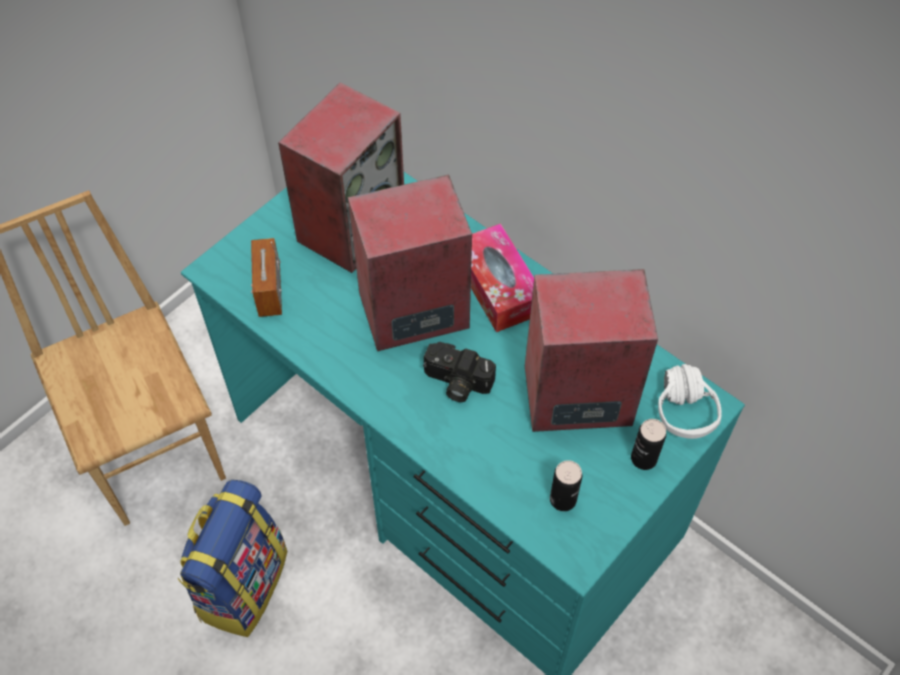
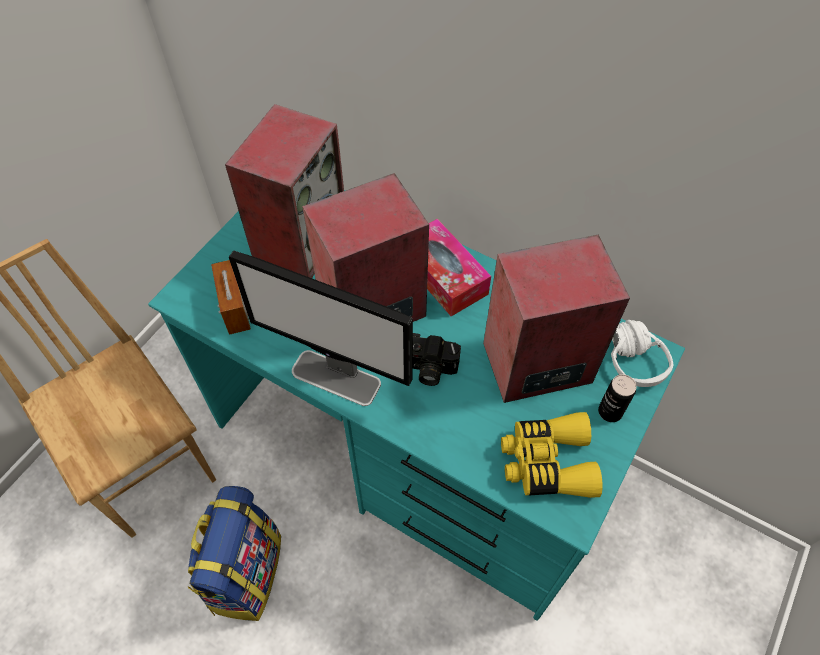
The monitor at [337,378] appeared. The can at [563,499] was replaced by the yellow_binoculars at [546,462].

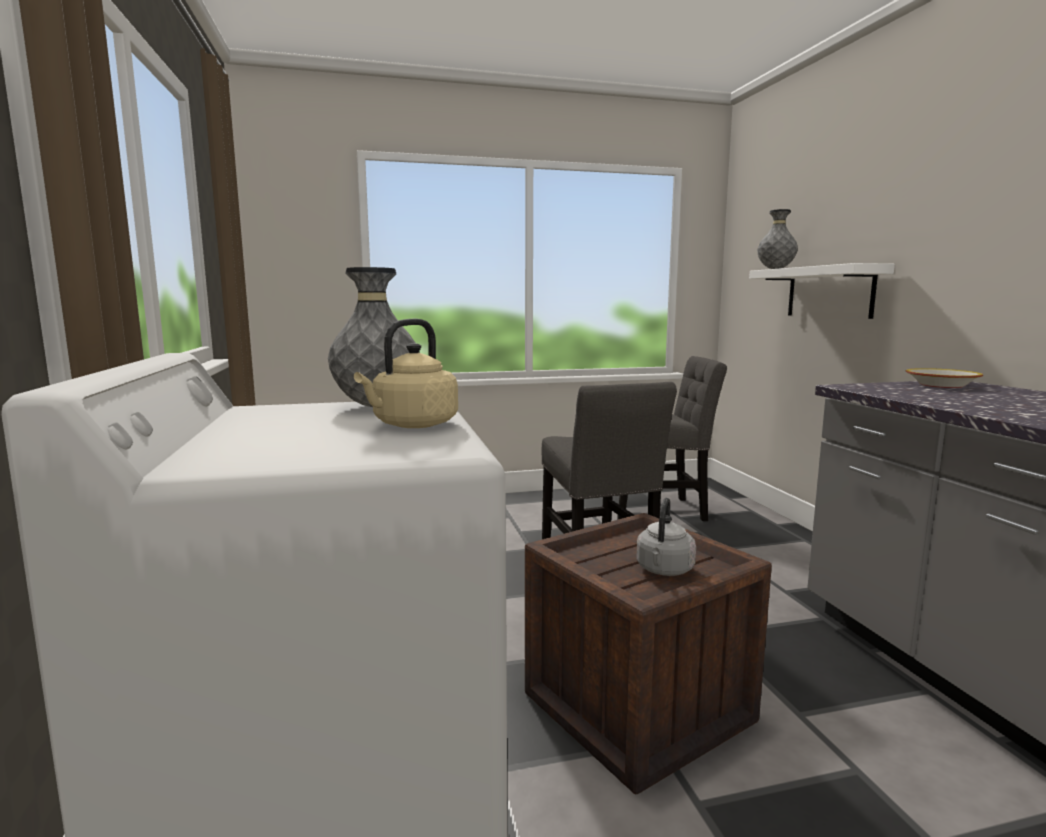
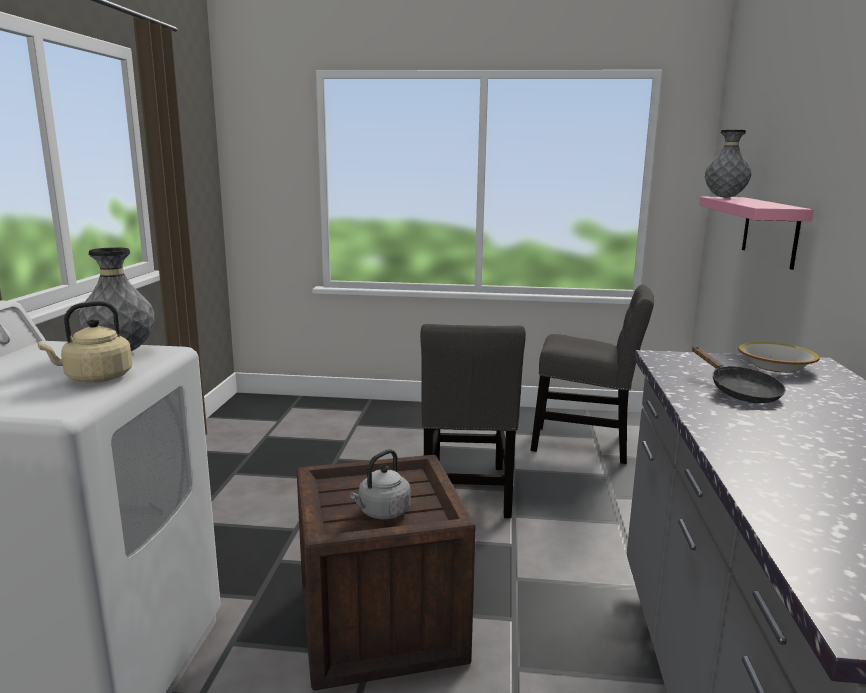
The black_frying_pan at [739,391] appeared. The white_shelf at [829,292] became the pink_shelf at [770,230].

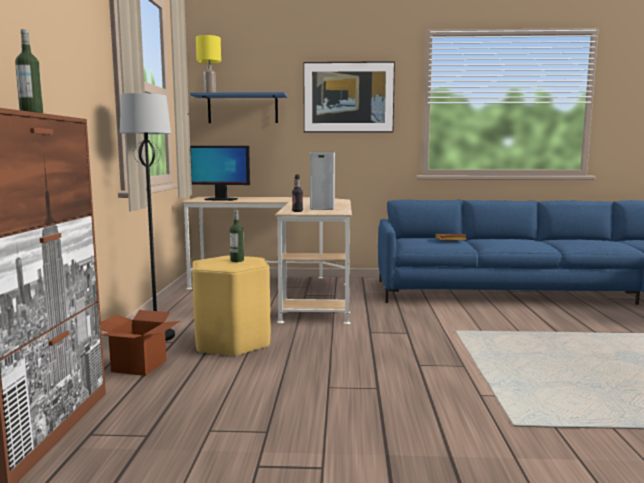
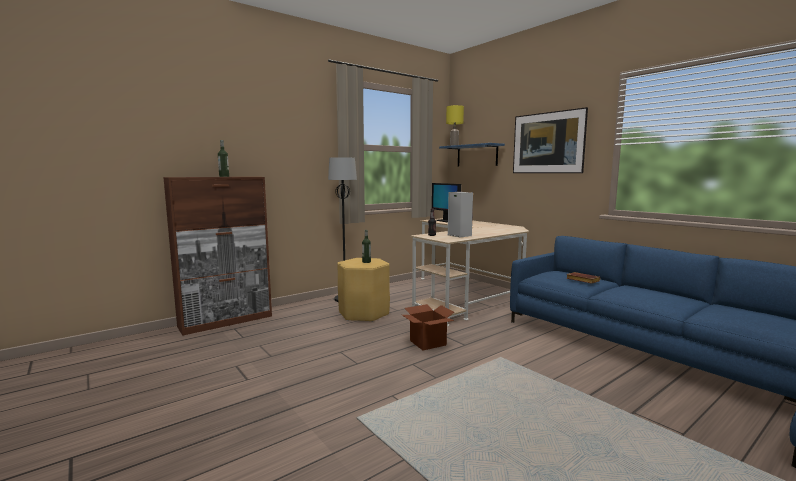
The cardboard_box moved from [139,366] to [428,343].

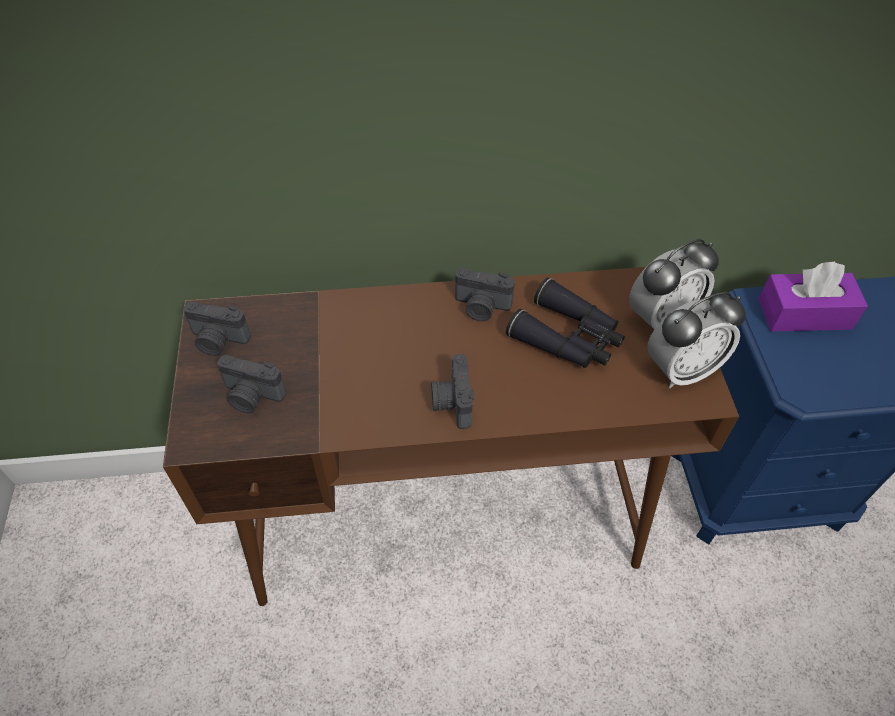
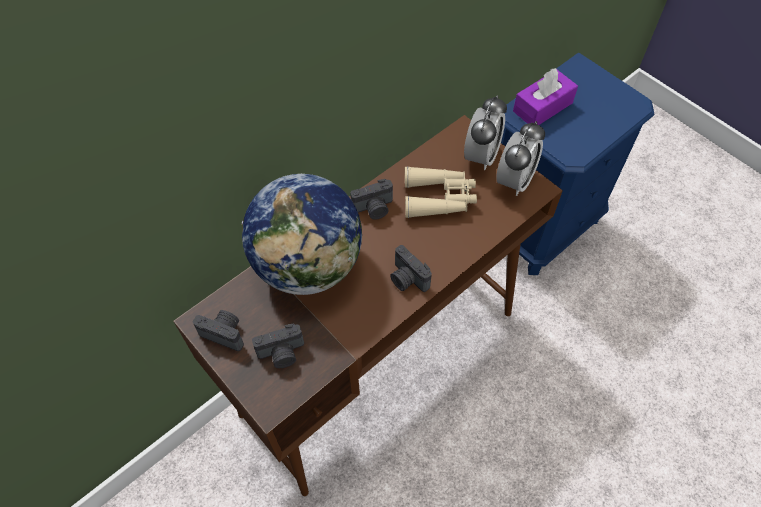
The globe at [309,265] appeared. The black_binoculars at [568,337] became the beige_binoculars at [439,198]. The photo_camera at [218,341] turned 135 degrees counterclockwise.

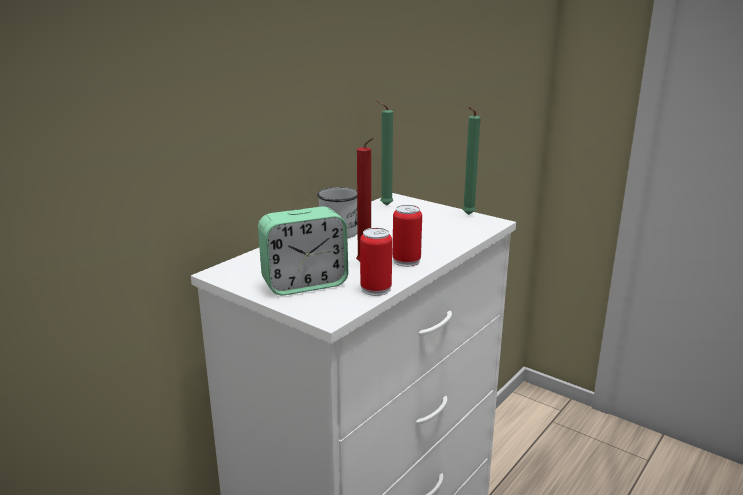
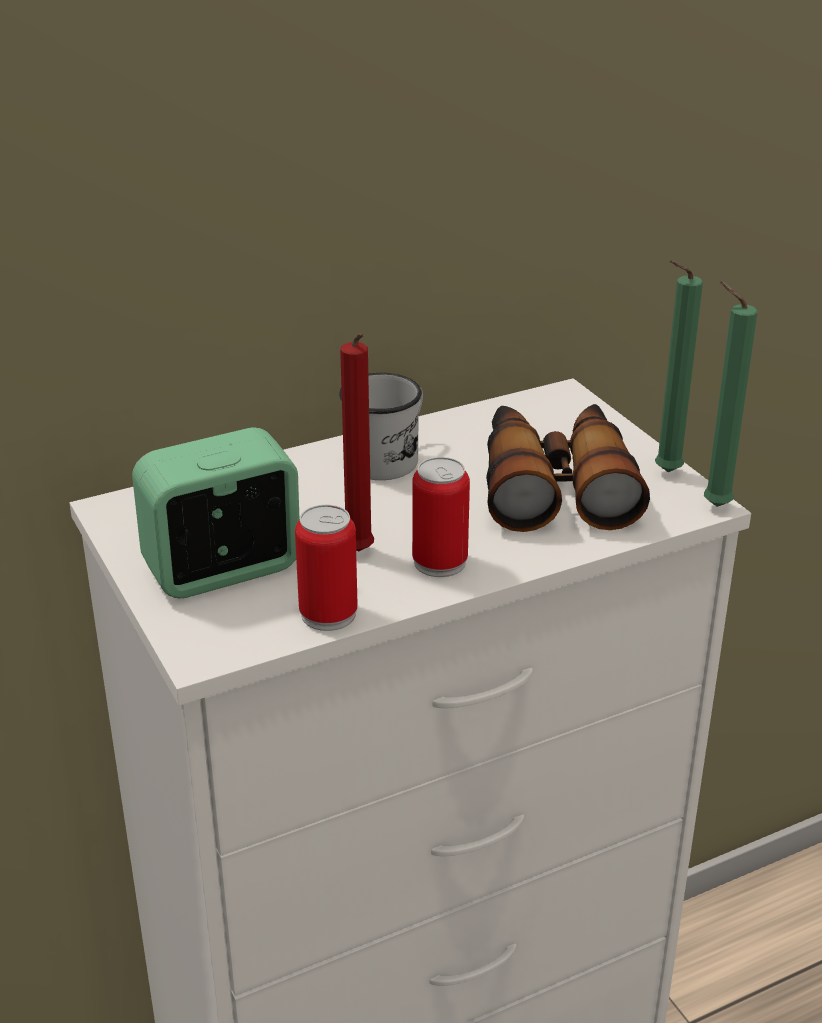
The binoculars at [556,485] appeared. The green_candle moved from [384,205] to [712,505]. The alarm_clock at [304,284] turned 150 degrees clockwise.

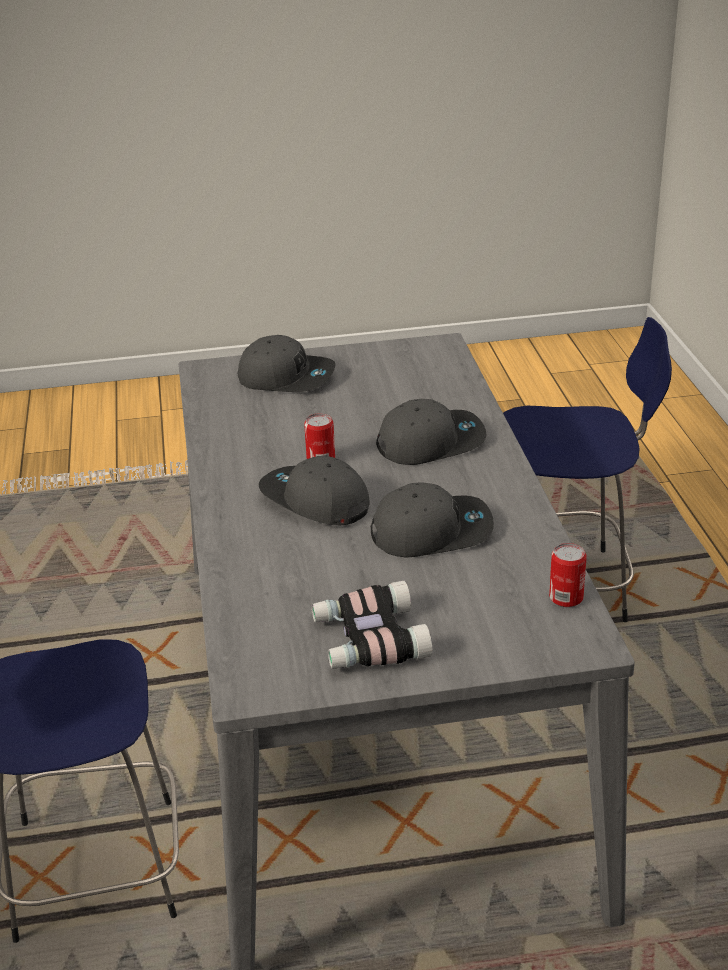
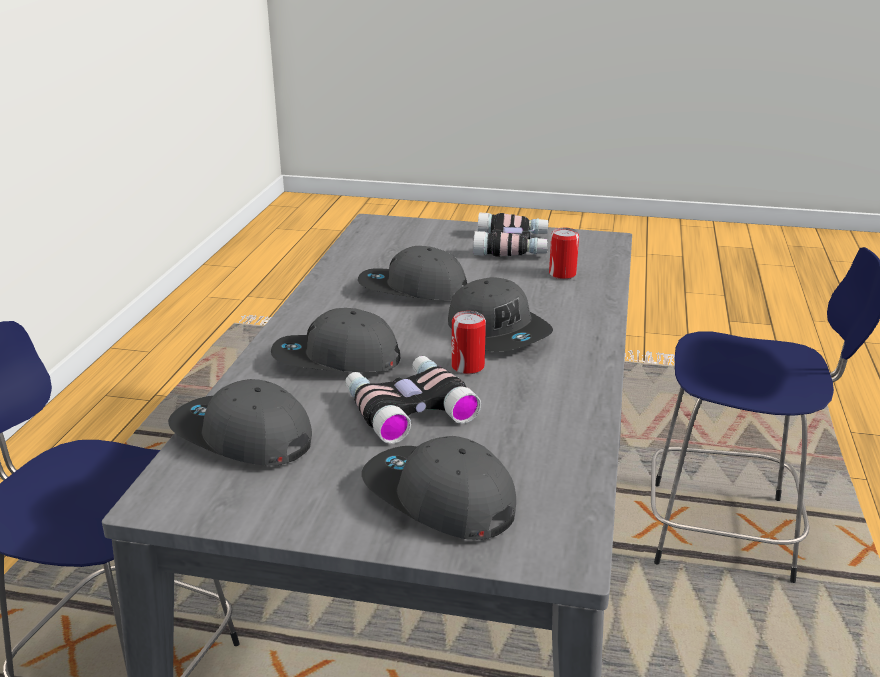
The grey_cap at [241,437] appeared. The binoculars at [408,408] appeared. The can moved from [566,597] to [562,274].

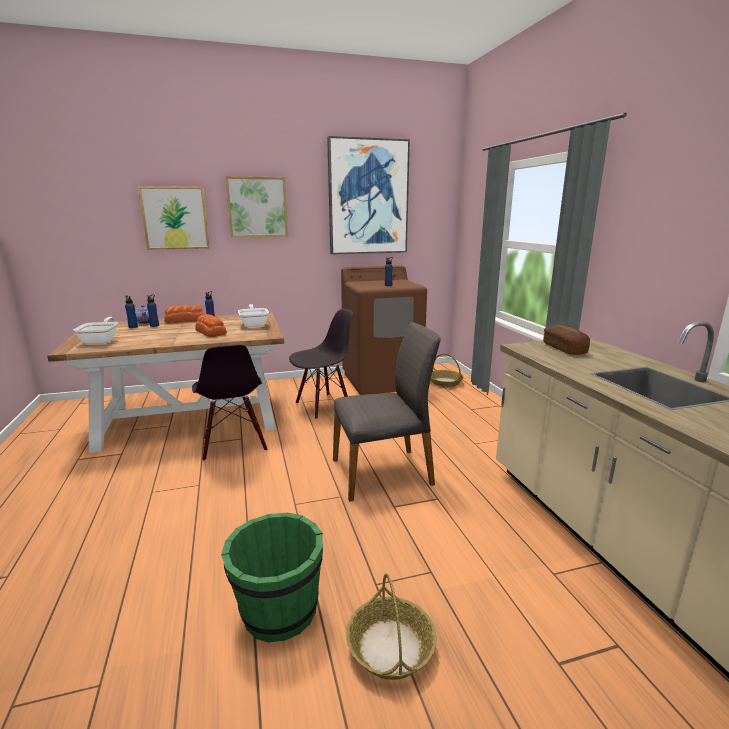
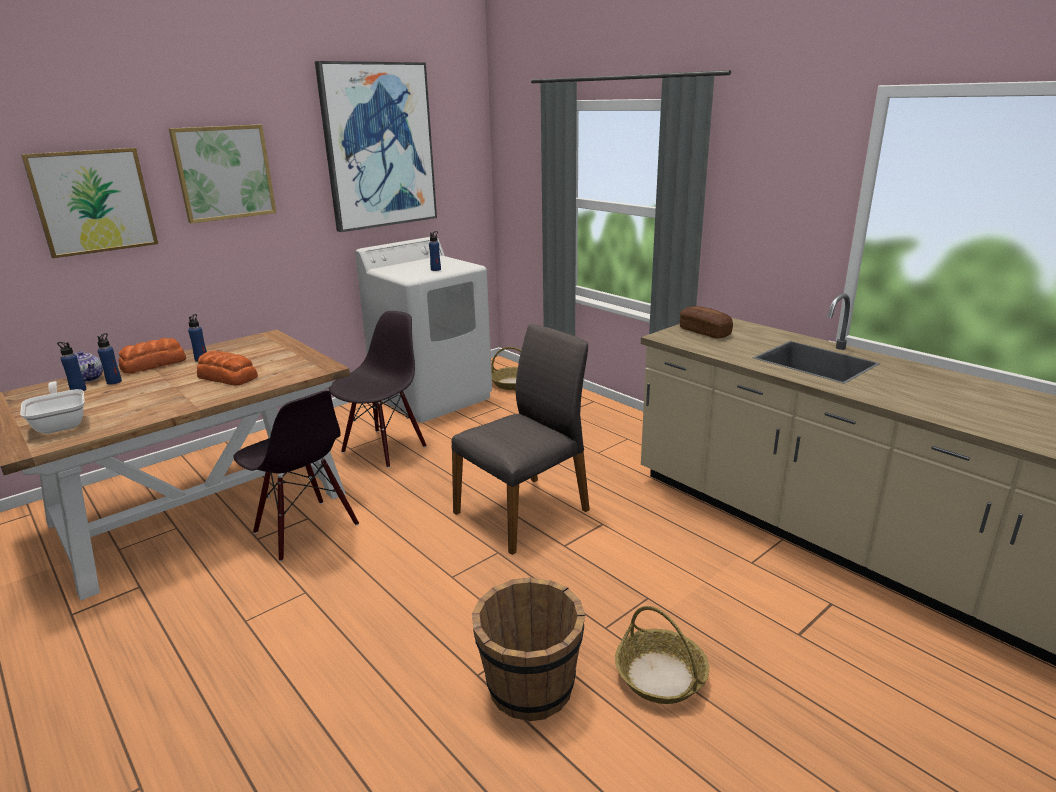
The frying_pan at [254,325] disappeared. The green_bucket at [278,611] became the brown_bucket at [530,688]. The brown_washing_machine at [382,380] became the white_washing_machine at [433,397].

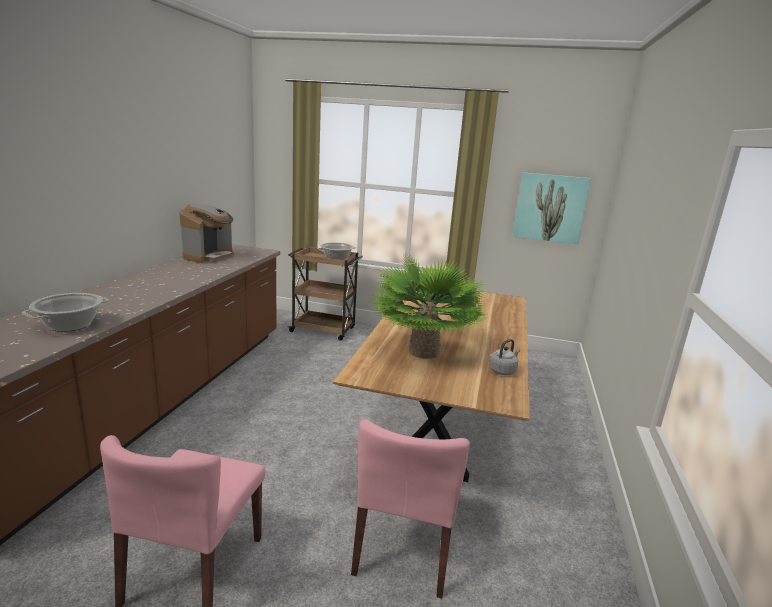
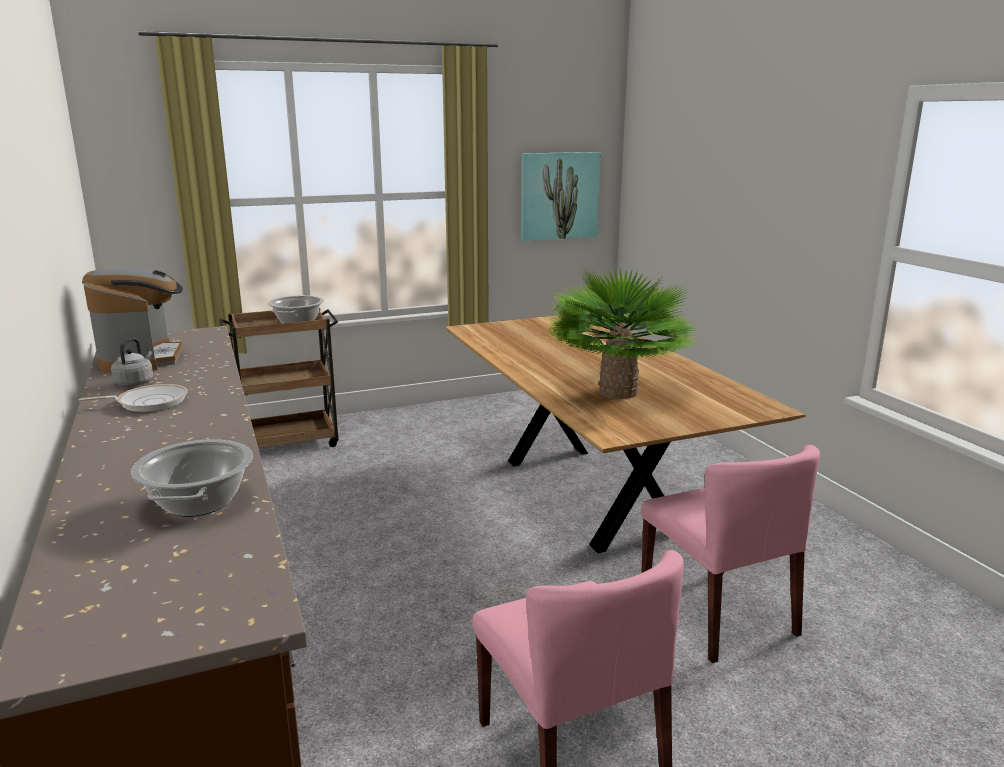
The frying_pan at [148,402] appeared. The grey_kettle moved from [503,371] to [135,382].

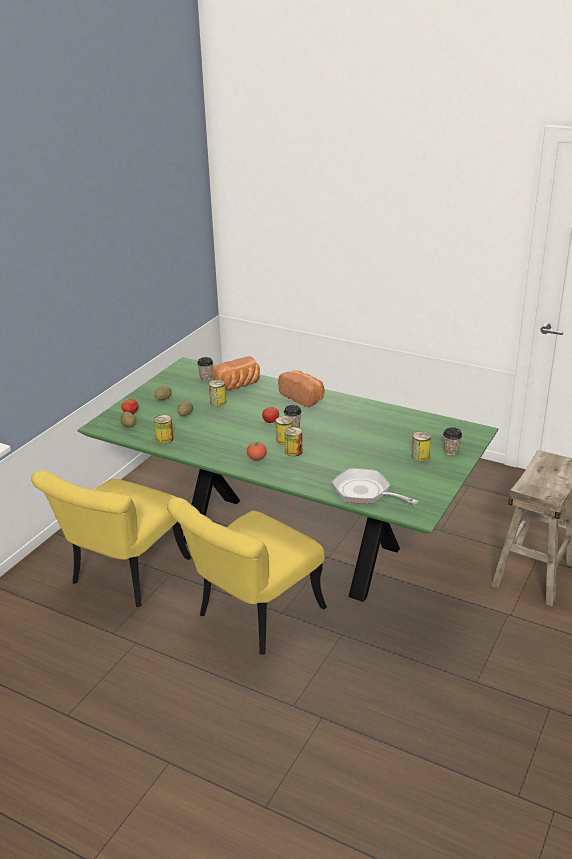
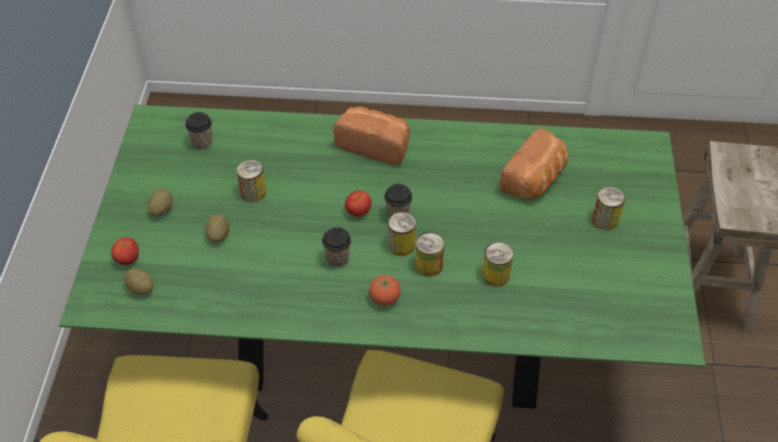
The frying_pan at [365,492] disappeared. The can moved from [164,438] to [495,275]. The bread moved from [239,385] to [535,180]. The cup moved from [451,451] to [337,259].

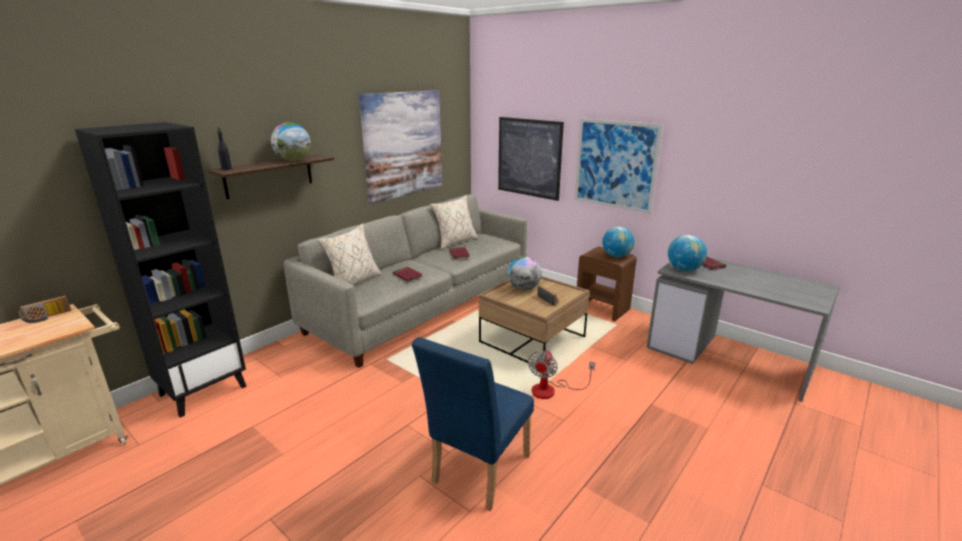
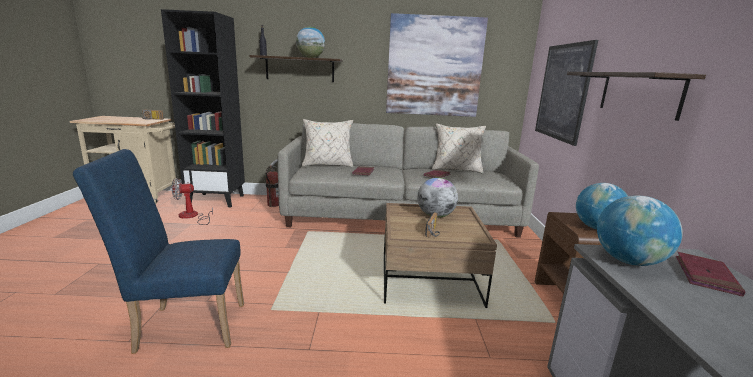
The fire_extinguisher at [274,204] appeared. The fan moved from [551,390] to [192,216]. The picture at [615,165] was replaced by the shelf at [638,93].

